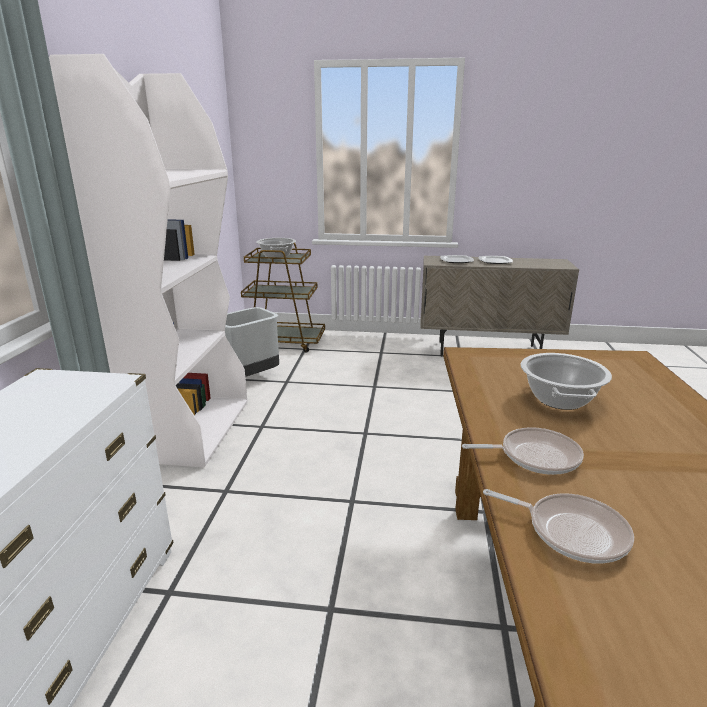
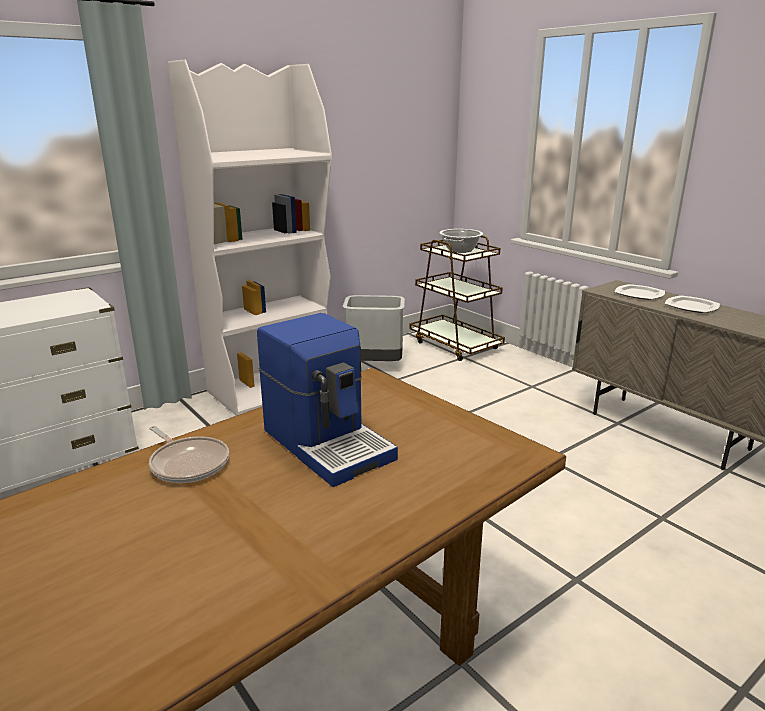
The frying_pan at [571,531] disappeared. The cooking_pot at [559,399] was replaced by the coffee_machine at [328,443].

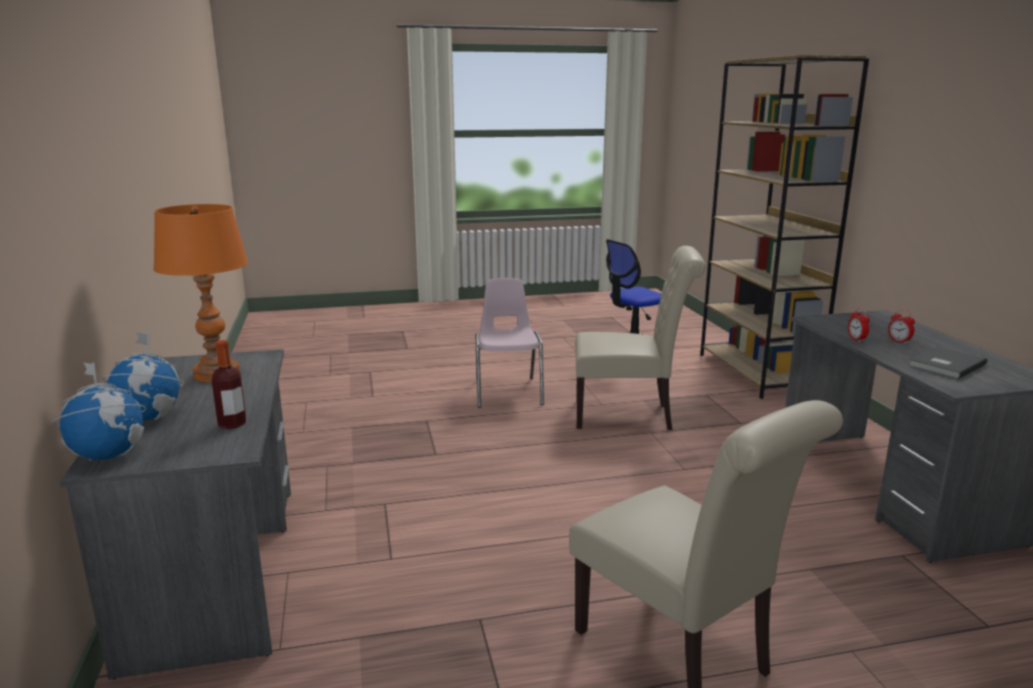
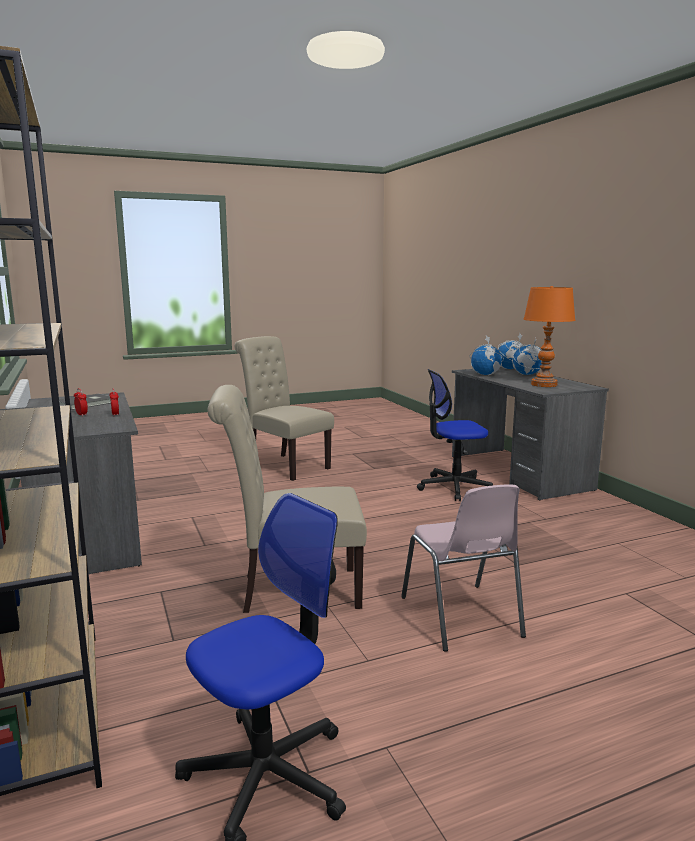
The office_chair at [454,487] appeared. The bottle at [232,424] was replaced by the globe at [485,374].

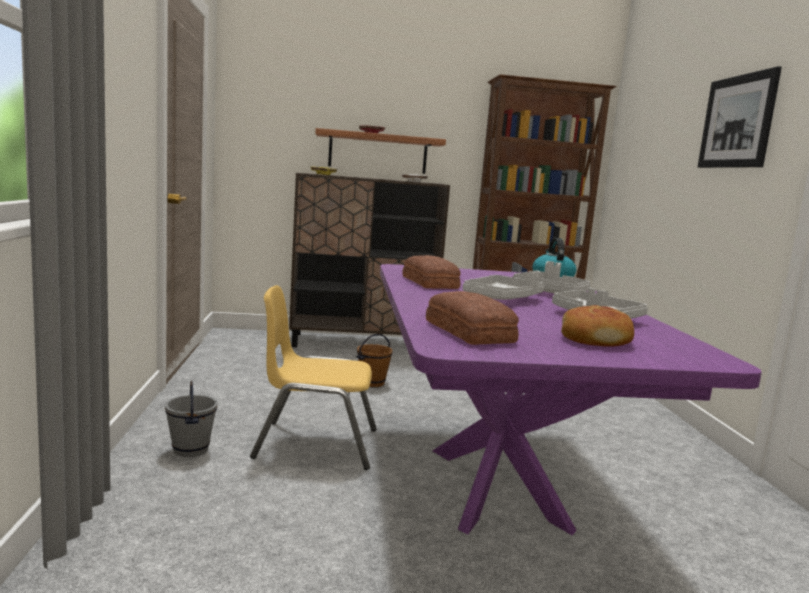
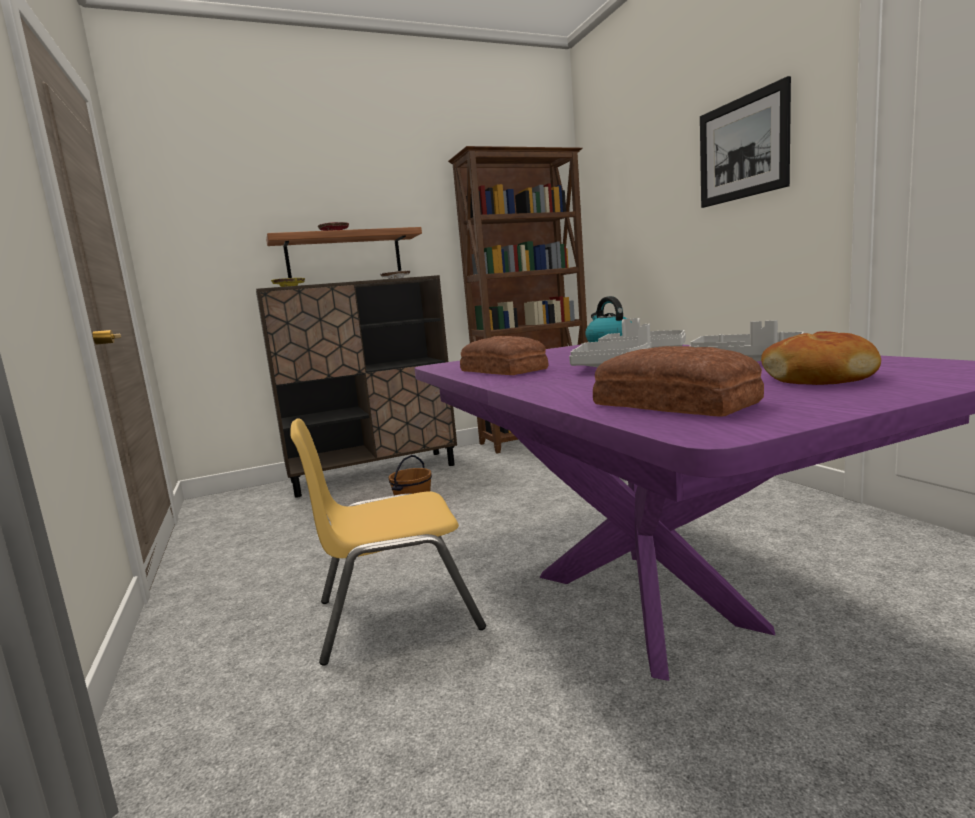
The grey_bucket at [190,450] disappeared.

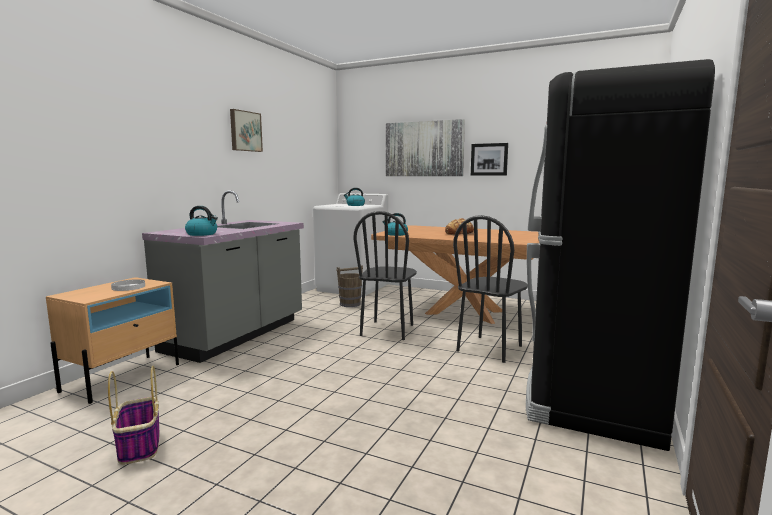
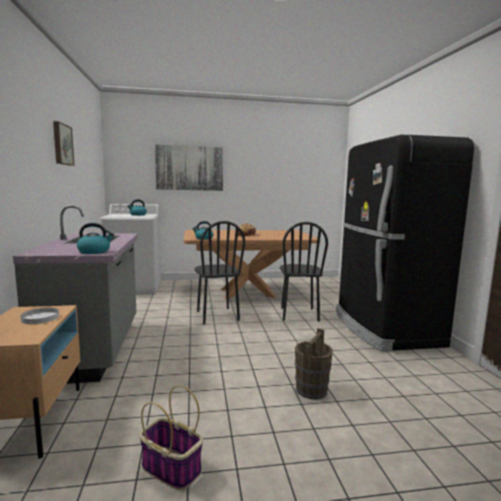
The picture at [489,159] disappeared. The brown_bucket moved from [350,304] to [311,390].

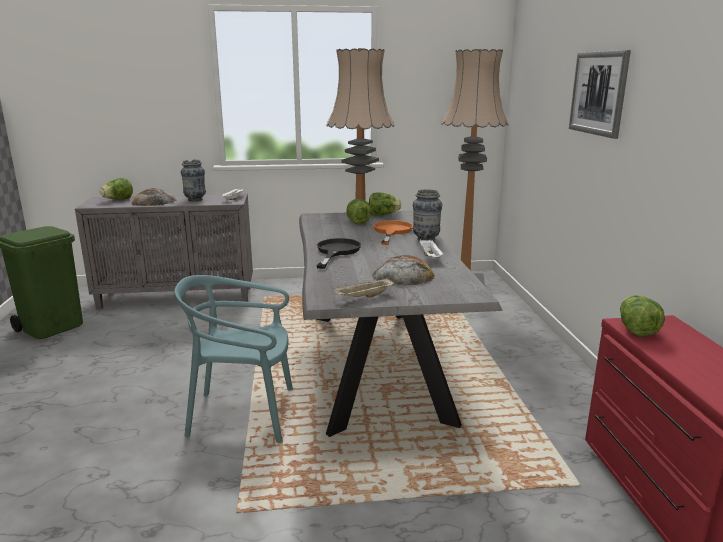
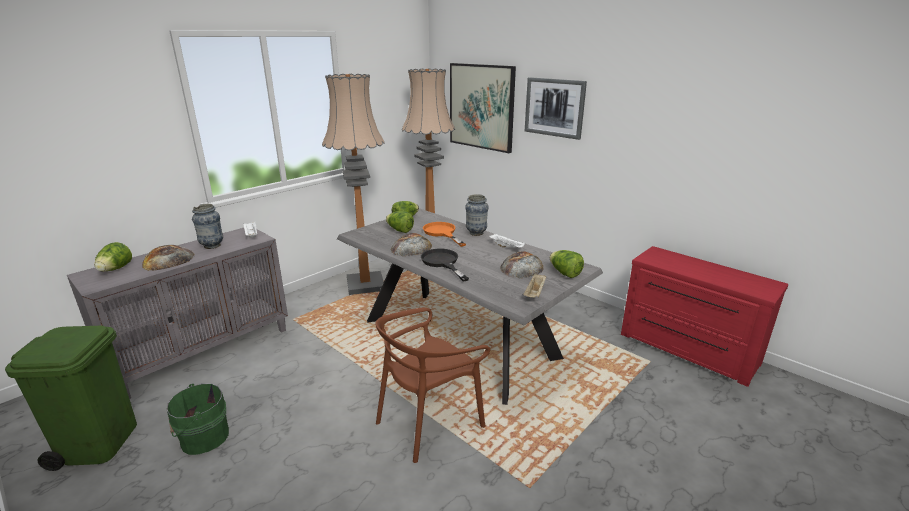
The green_bucket at [202,438] appeared. The bread at [411,247] appeared. The picture at [481,107] appeared. The lettuce moved from [635,330] to [564,273]. The turquoise_chair at [243,414] became the brown_chair at [429,421].

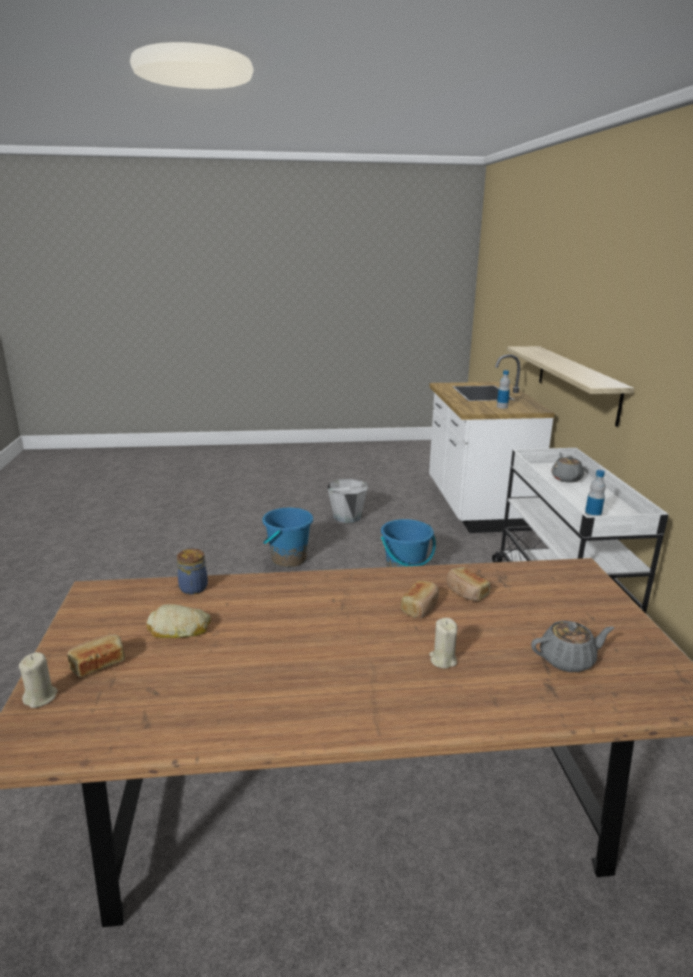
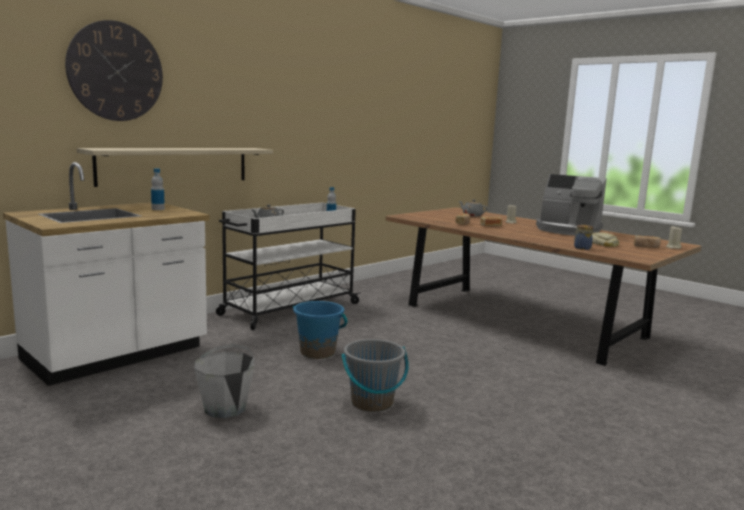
The wall_clock at [116,71] appeared. The coffee_machine at [568,230] appeared. The blue_bucket at [288,559] became the grey_bucket at [372,402].

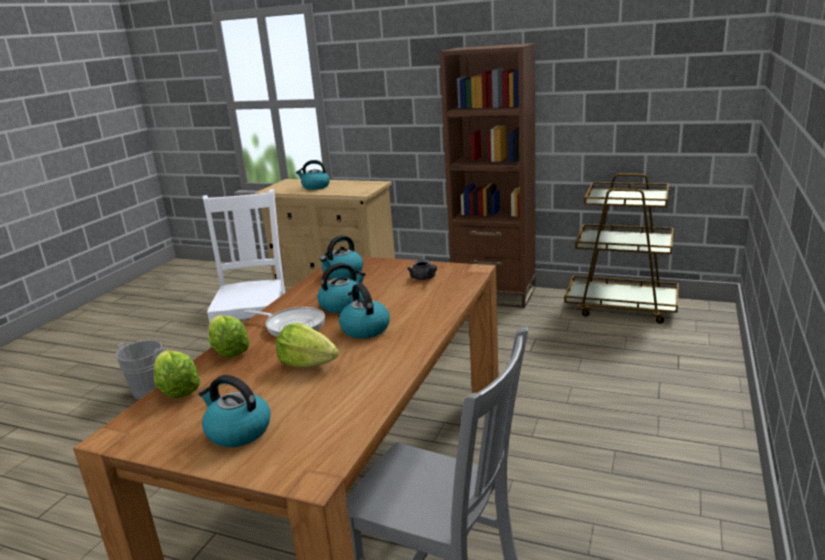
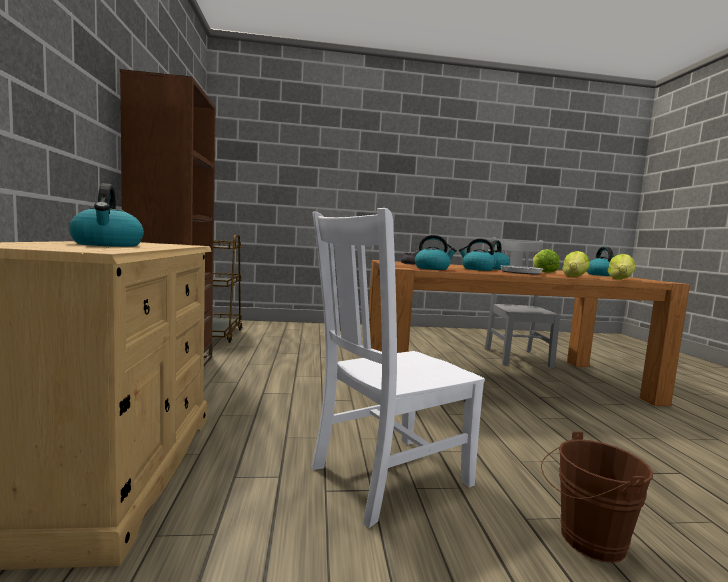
The grey_bucket at [152,389] became the brown_bucket at [585,540].

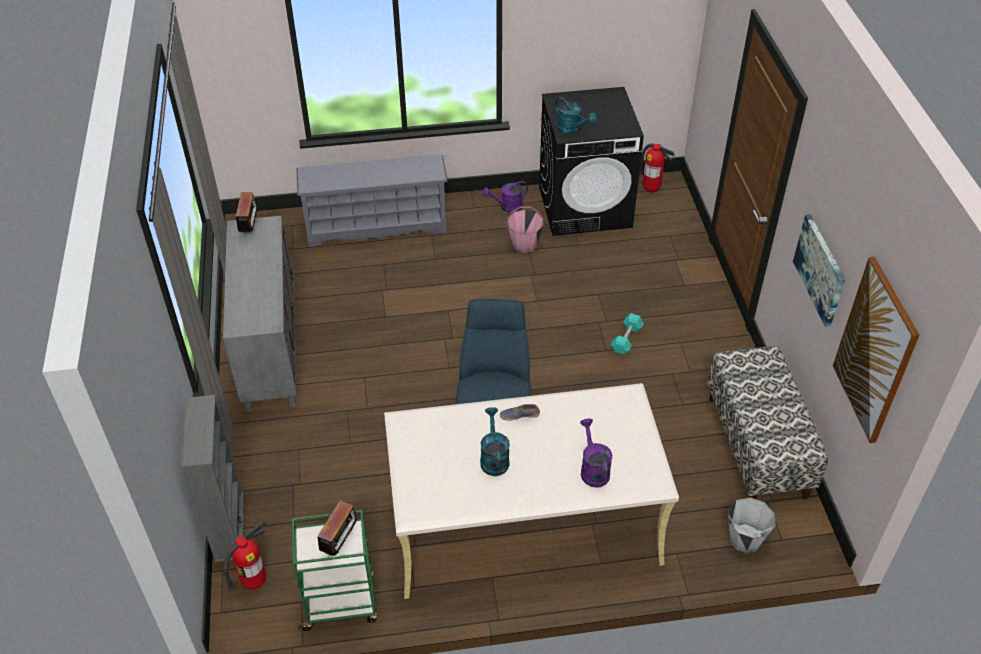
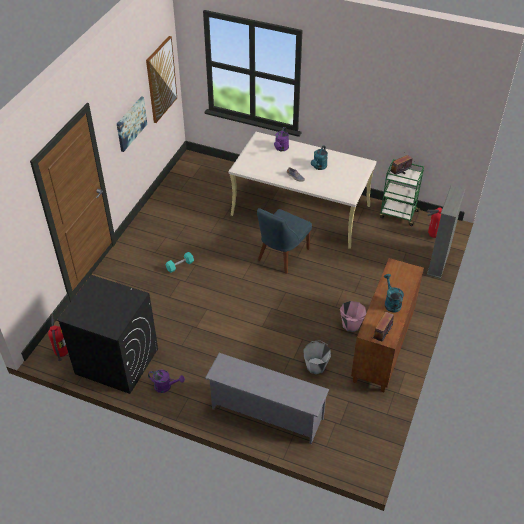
The bench at [757,446] disappeared. The pink_bucket moved from [524,244] to [351,325]. The turquoise_watering_can moved from [572,129] to [391,303]. The grey_bucket moved from [745,539] to [316,366]. The grey_cabinet at [270,350] became the brown_cabinet at [383,348].

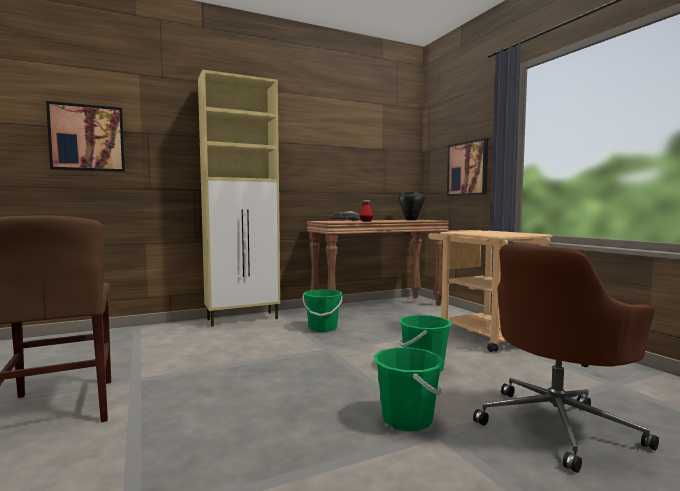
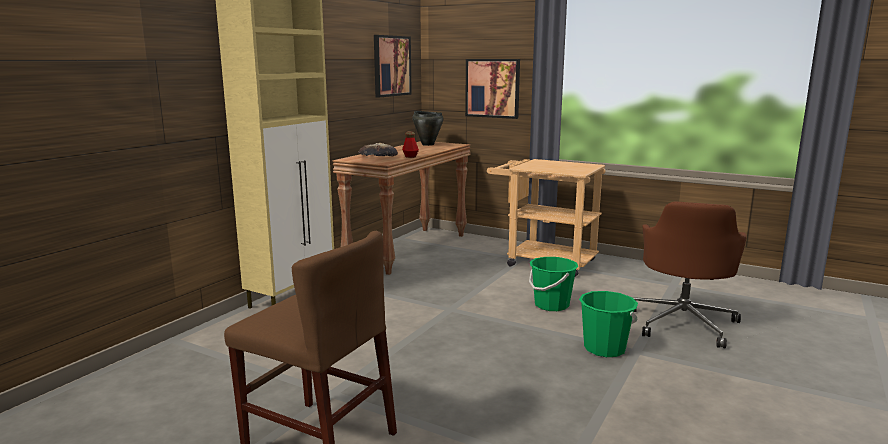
The green_bucket at [323,328] disappeared. The picture moved from [87,138] to [391,66].

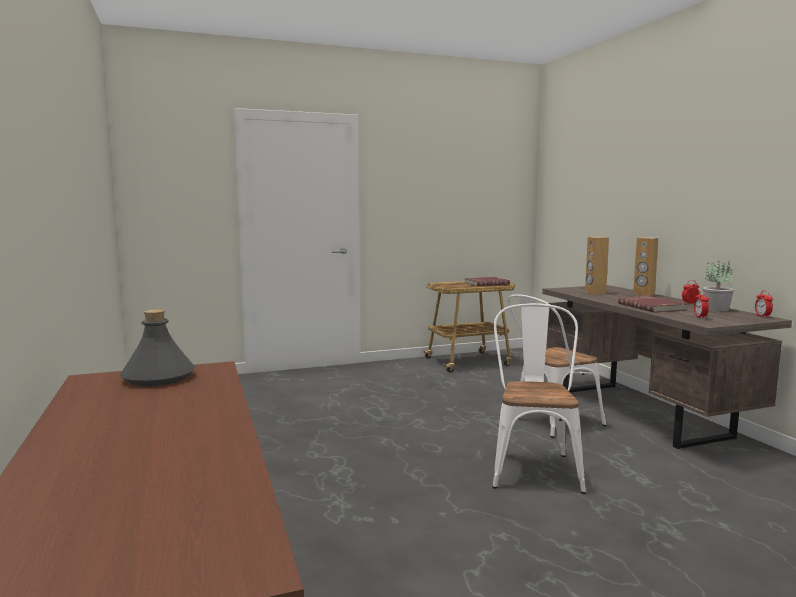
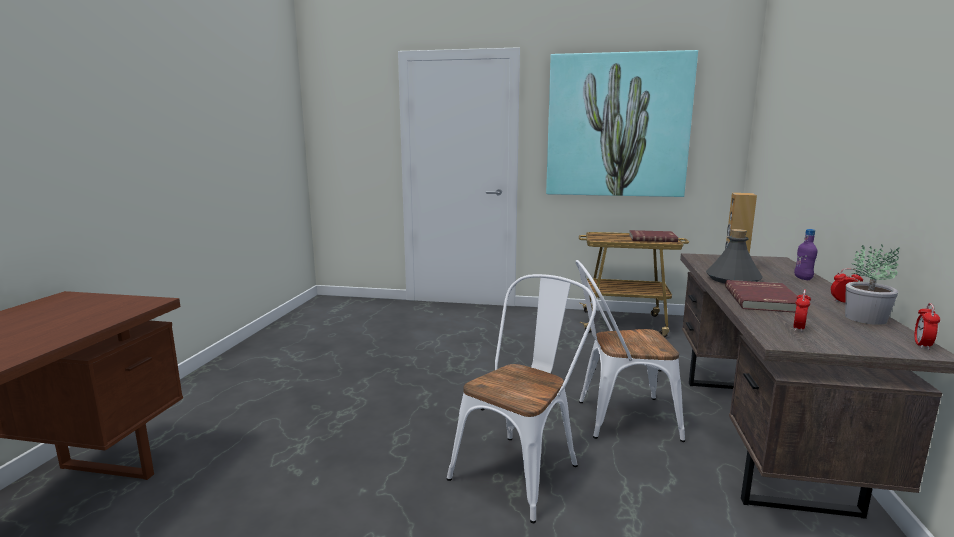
The picture at [617,126] appeared. The grey_bottle moved from [158,377] to [732,279]. The brown_speaker at [643,294] was replaced by the purple_bottle at [803,278].

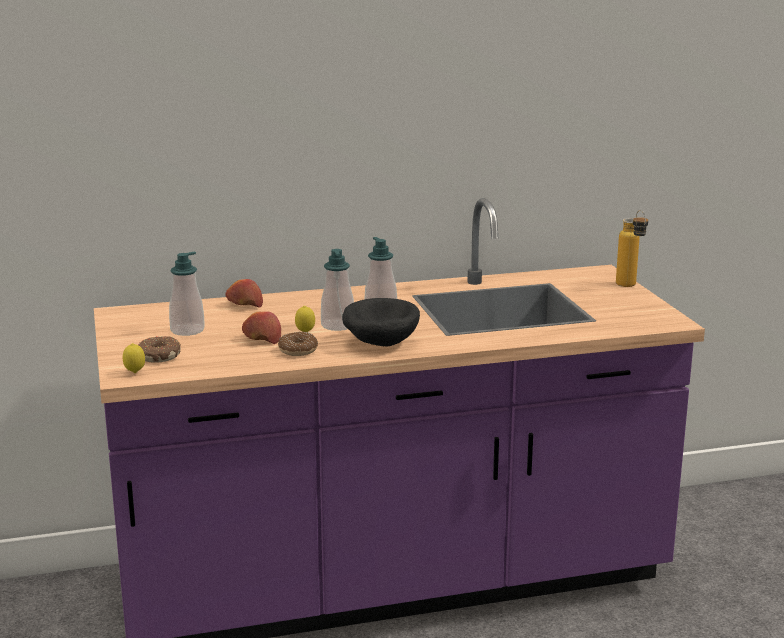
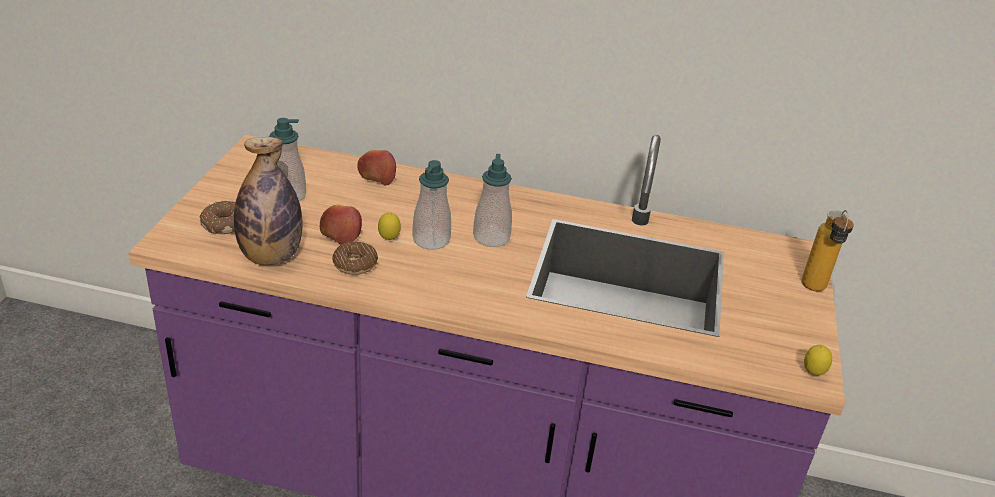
The black_bowl at [379,343] disappeared. The bottle at [271,257] appeared. The lemon moved from [135,373] to [812,374].

